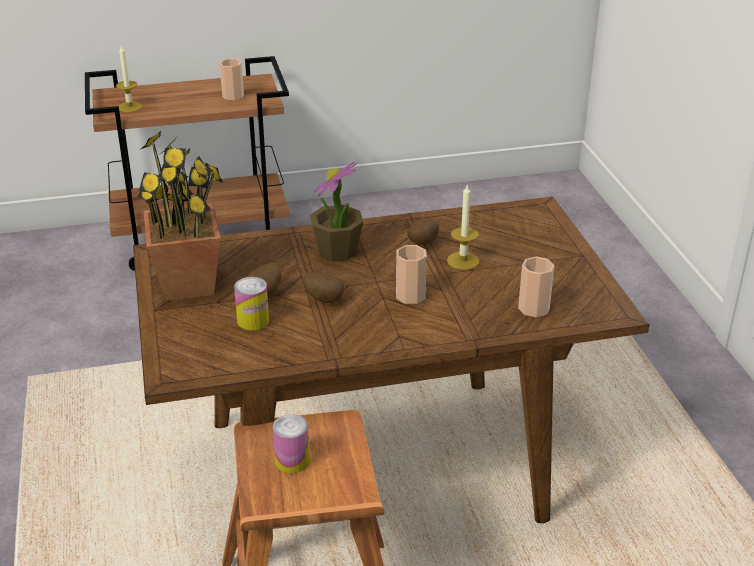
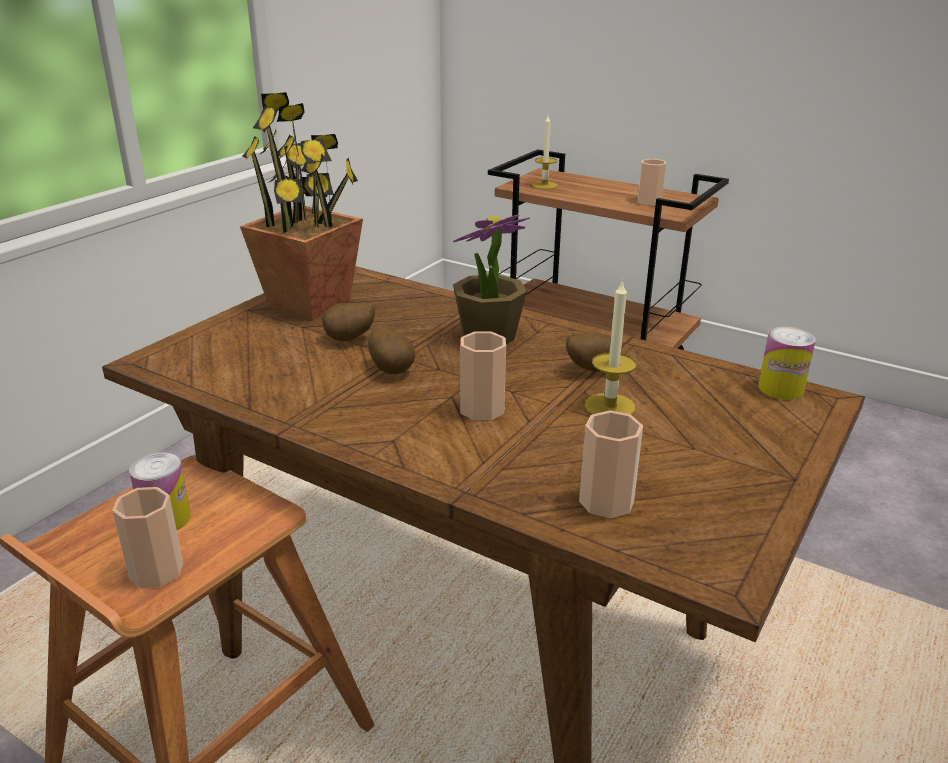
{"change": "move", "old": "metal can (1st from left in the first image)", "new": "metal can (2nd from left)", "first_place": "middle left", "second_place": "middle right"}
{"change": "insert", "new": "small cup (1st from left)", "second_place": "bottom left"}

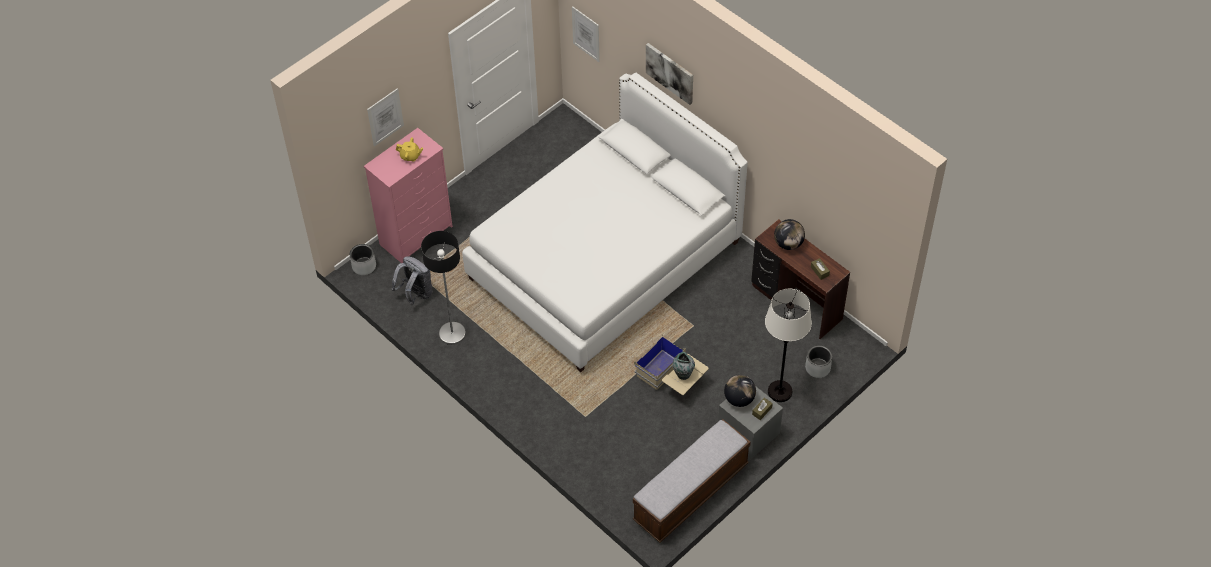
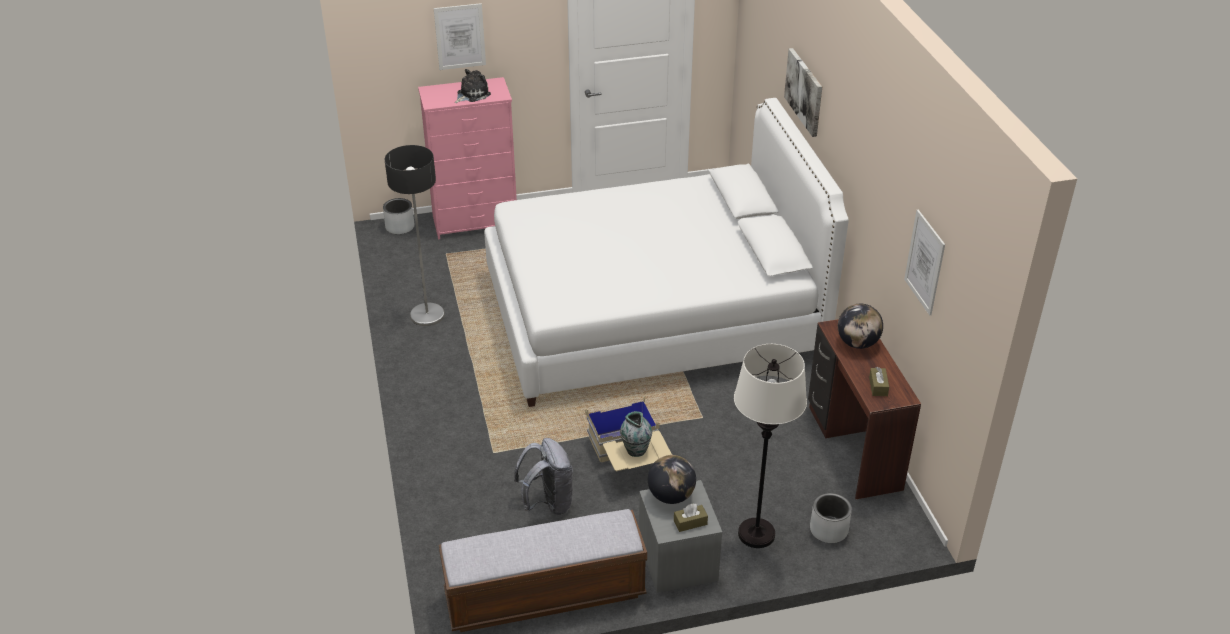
{"change": "move", "old": "wall picture (2nd from left in the first image)", "new": "wall picture (3rd from left)", "first_place": "top centre", "second_place": "middle right"}
{"change": "replace", "old": "tea pot in yellow-coloured", "new": "plush toy", "first_place": "top centre", "second_place": "top centre"}
{"change": "move", "old": "backpack in greyish", "first_place": "centre", "second_place": "bottom centre"}

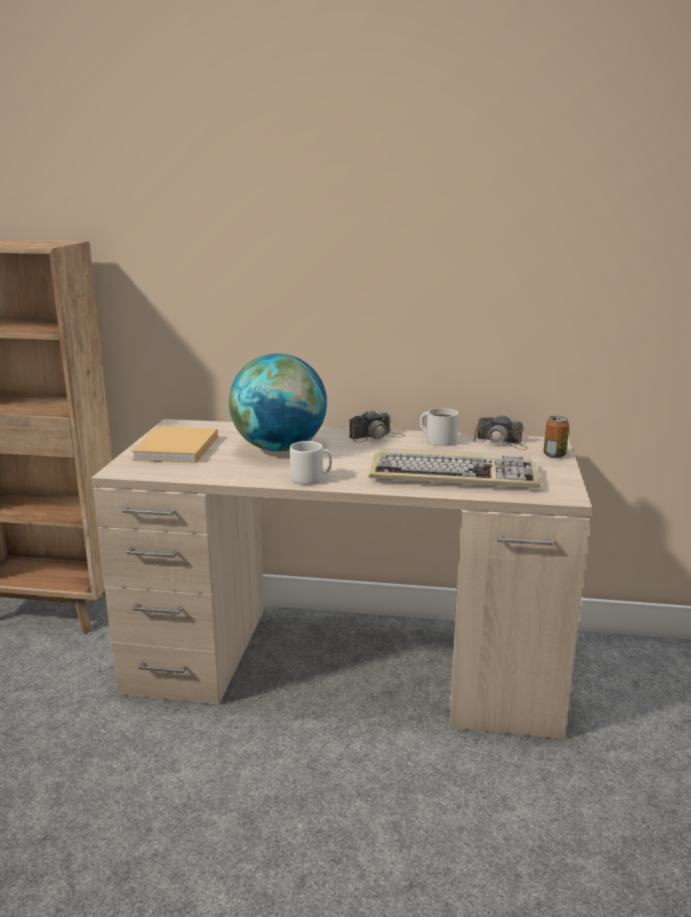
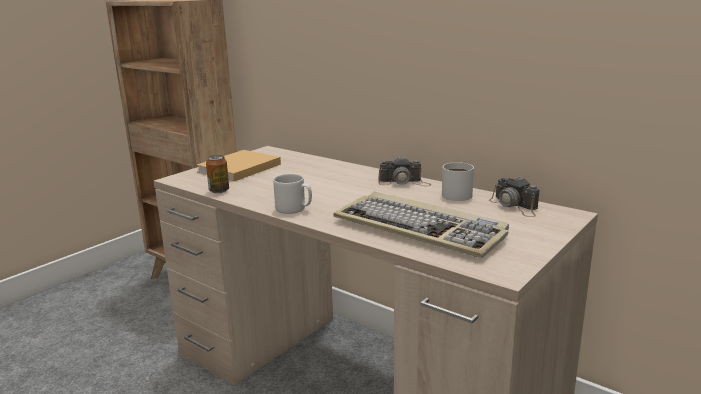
{"change": "delete", "old": "world globe", "first_place": "centre"}
{"change": "move", "old": "metal can", "first_place": "middle right", "second_place": "middle left"}

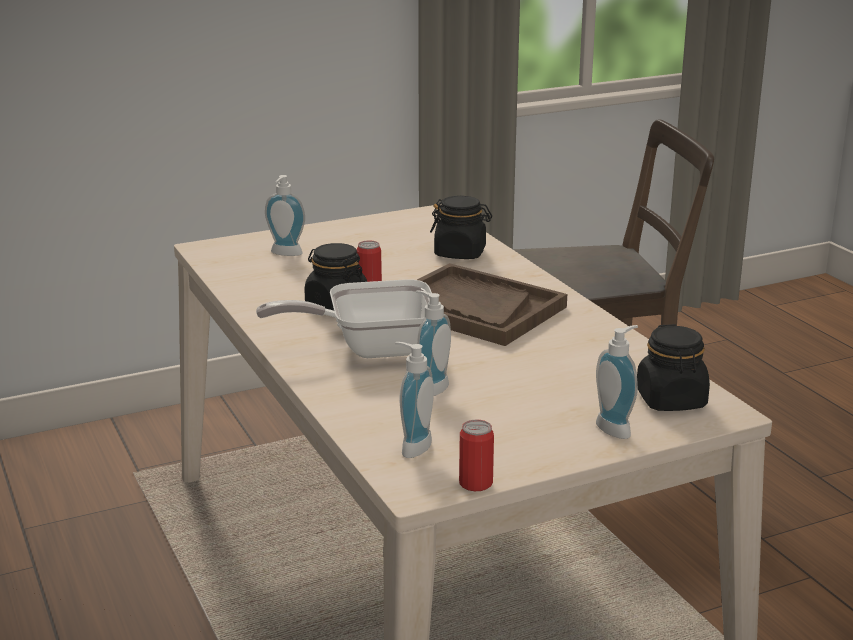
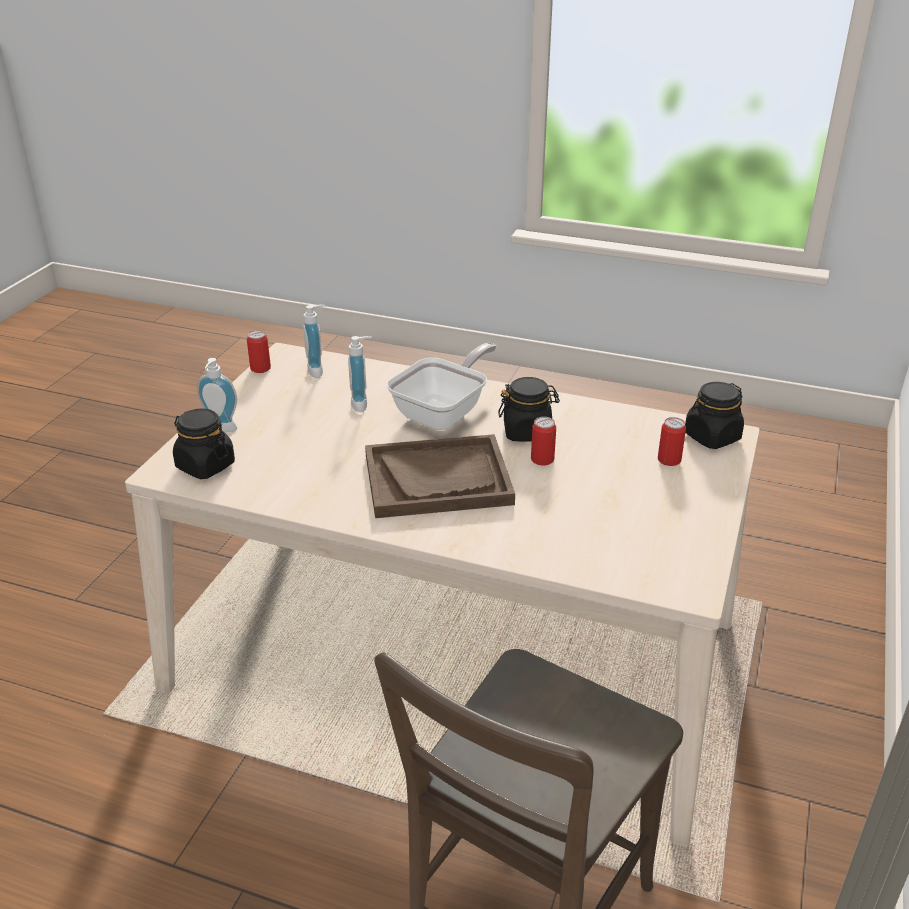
{"change": "replace", "old": "soap bottle (1st from left)", "new": "metal can (3rd from left)", "first_place": "centre", "second_place": "middle right"}
{"change": "move", "old": "preserve jar in black-coloured (2nd from left in the first image)", "new": "preserve jar in black-coloured (3rd from left)", "first_place": "centre", "second_place": "middle right"}

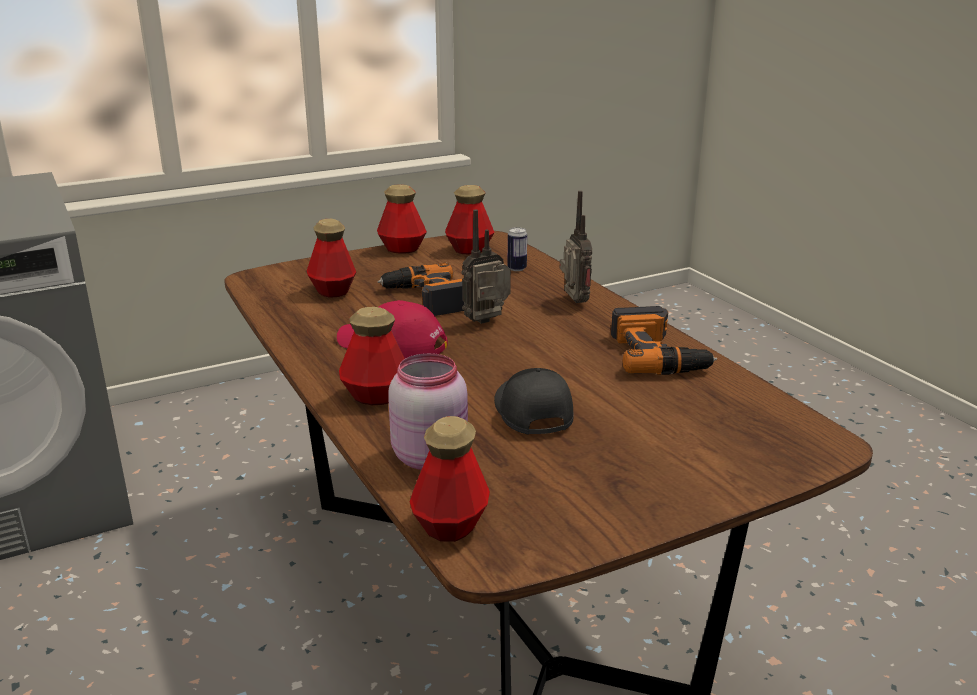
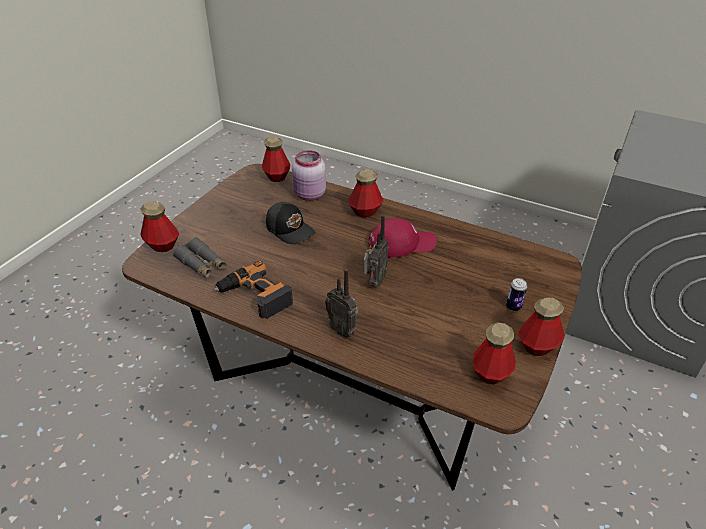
{"change": "move", "old": "drink bottle (1st from left)", "first_place": "centre", "second_place": "middle left"}
{"change": "move", "old": "metal can", "first_place": "centre", "second_place": "middle right"}
{"change": "delete", "old": "electric drill (1st from left)", "first_place": "centre"}
{"change": "insert", "new": "binoculars in greyish", "second_place": "middle left"}

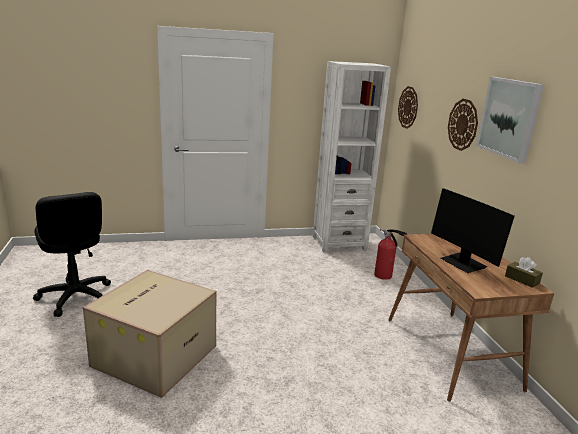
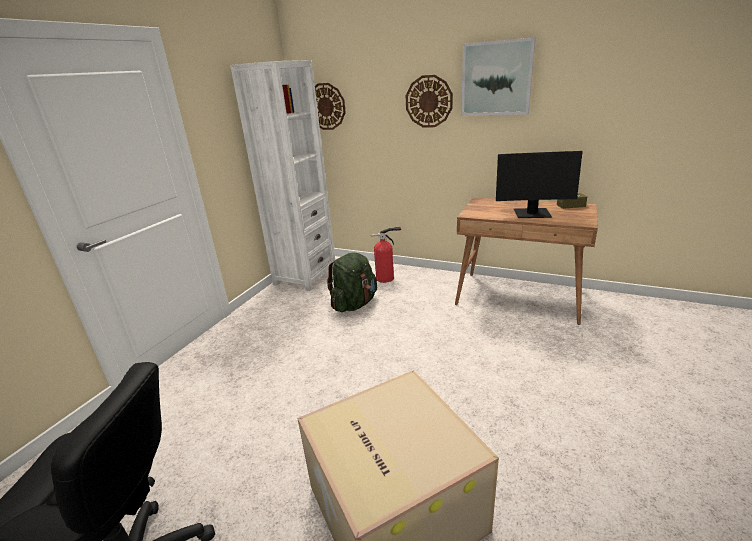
{"change": "insert", "new": "backpack in greenish", "second_place": "centre"}

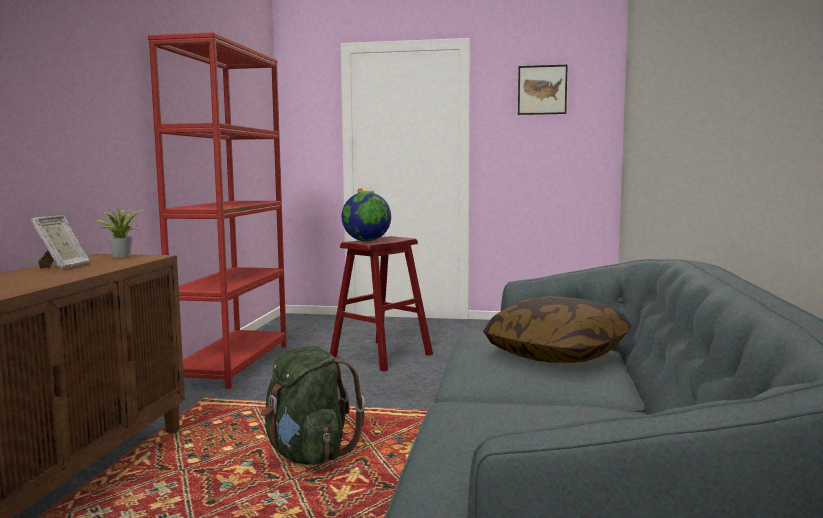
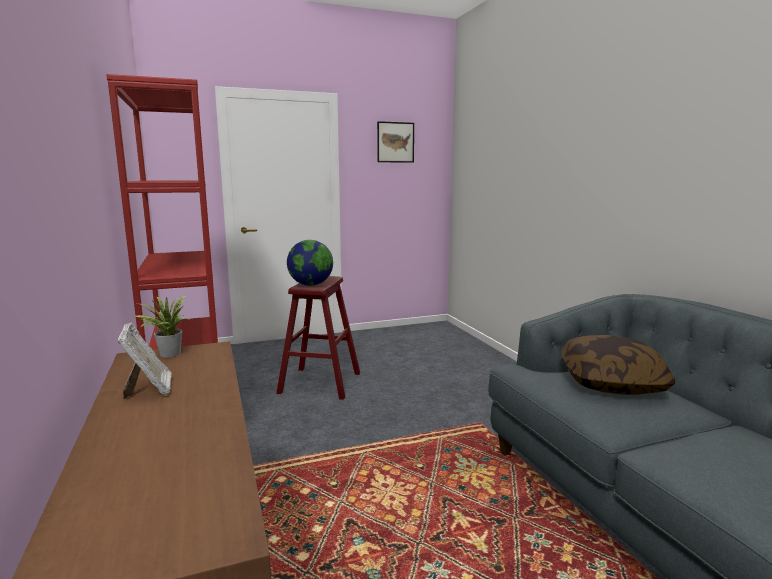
{"change": "delete", "old": "backpack in greenish", "first_place": "bottom centre"}

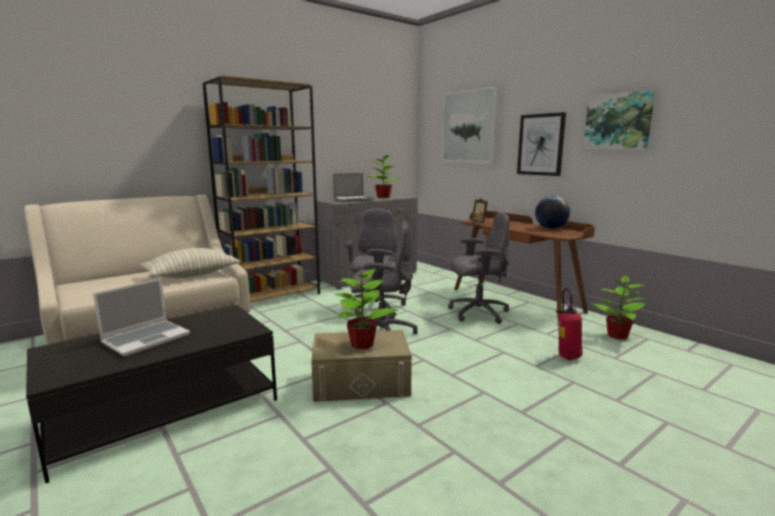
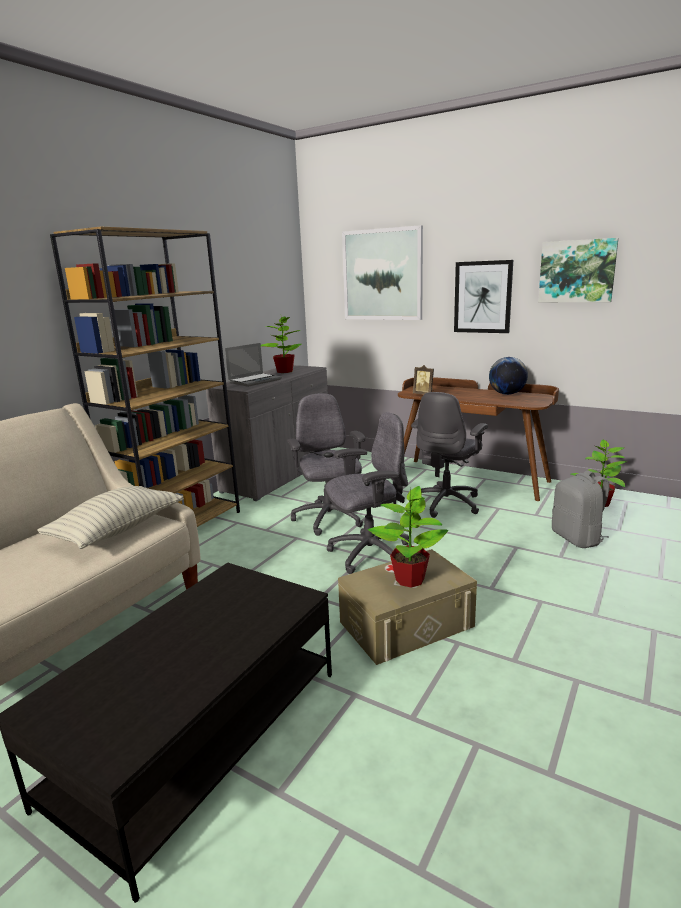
{"change": "rotate", "old": "computer chair in greyish (3rd from left)", "first_place": "centre", "second_place": "centre", "degrees": 150}
{"change": "delete", "old": "notebook computer (1st from left)", "first_place": "middle left"}
{"change": "replace", "old": "fire-fighting cylinder", "new": "backpack in greyish", "first_place": "middle right", "second_place": "middle right"}

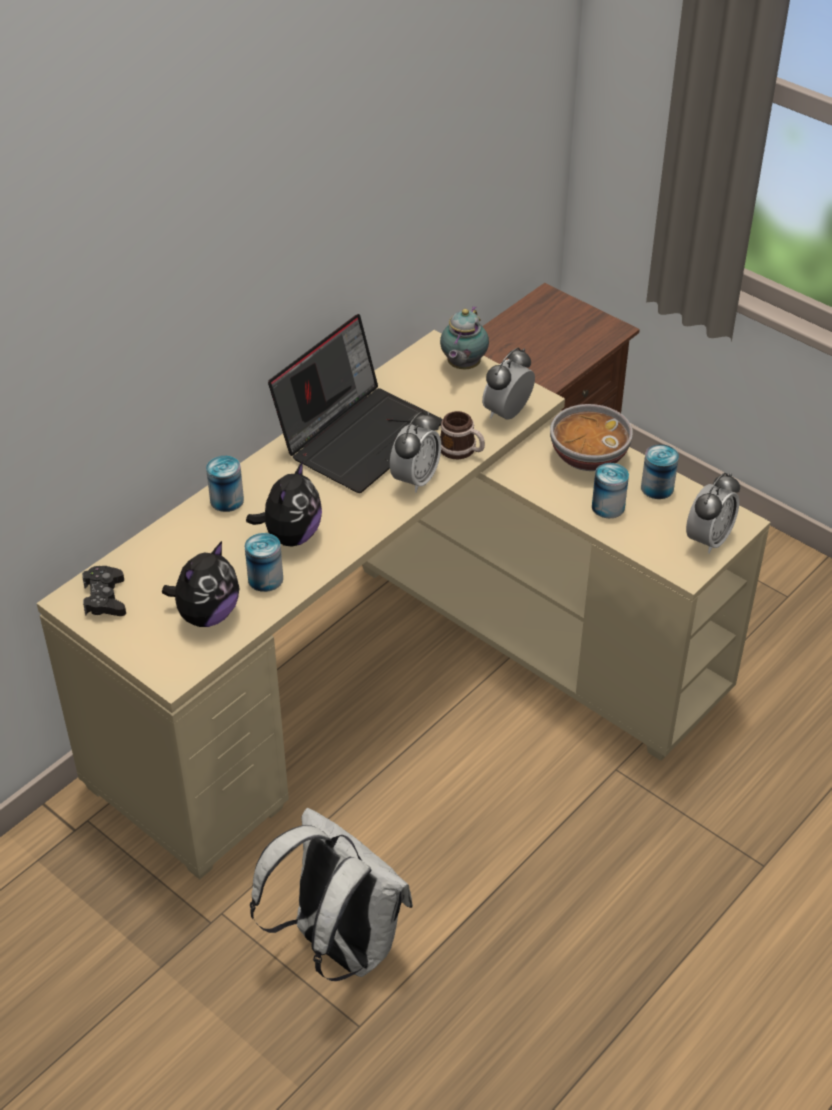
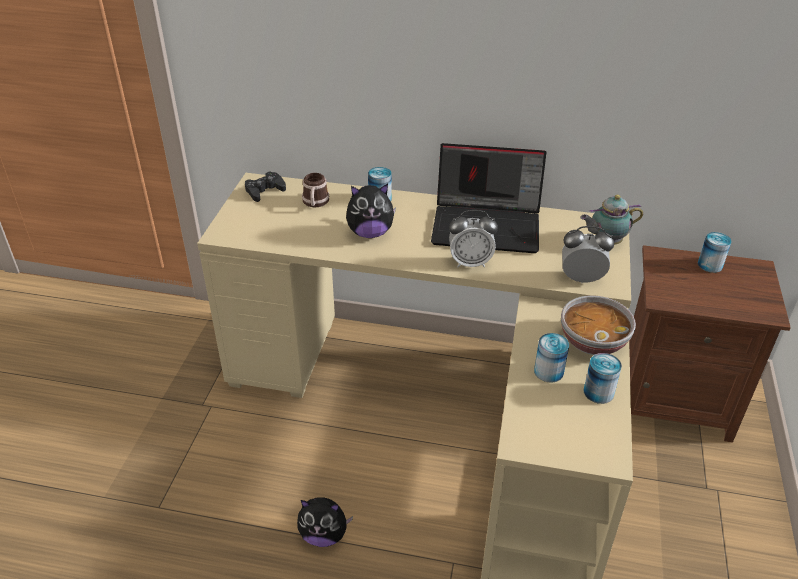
{"change": "move", "old": "tea mug", "first_place": "centre", "second_place": "top centre"}
{"change": "delete", "old": "table clock (3rd from left)", "first_place": "middle right"}
{"change": "move", "old": "metal can (2nd from left in the first image)", "new": "metal can (4th from left)", "first_place": "middle left", "second_place": "middle right"}
{"change": "move", "old": "plush toy (1st from left)", "first_place": "middle left", "second_place": "bottom centre"}
{"change": "delete", "old": "backpack in white", "first_place": "bottom centre"}

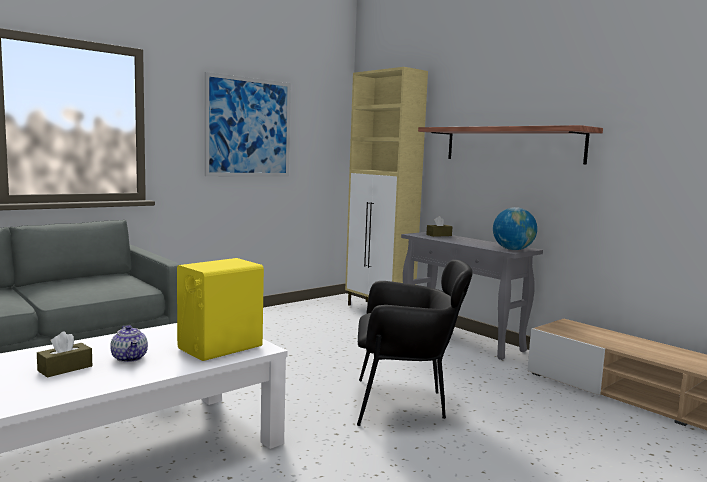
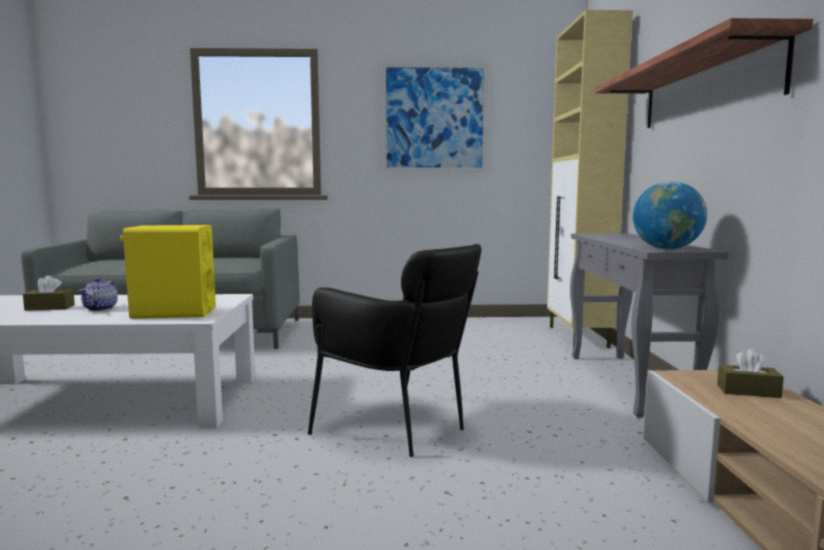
{"change": "move", "old": "tissue box in brownish (2nd from left)", "first_place": "centre", "second_place": "bottom right"}

